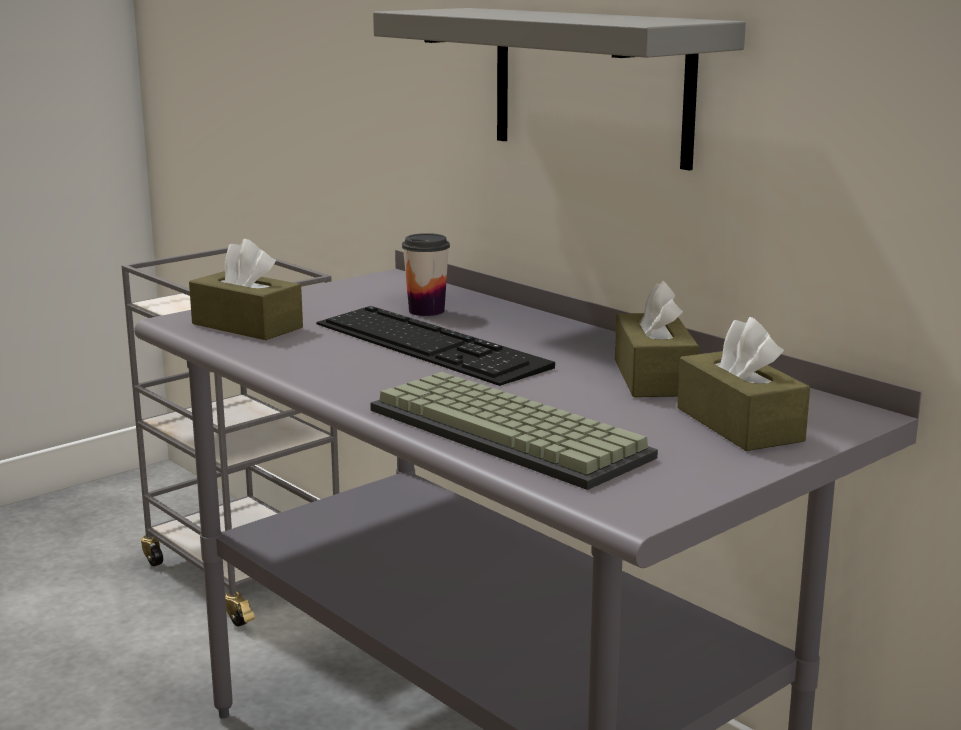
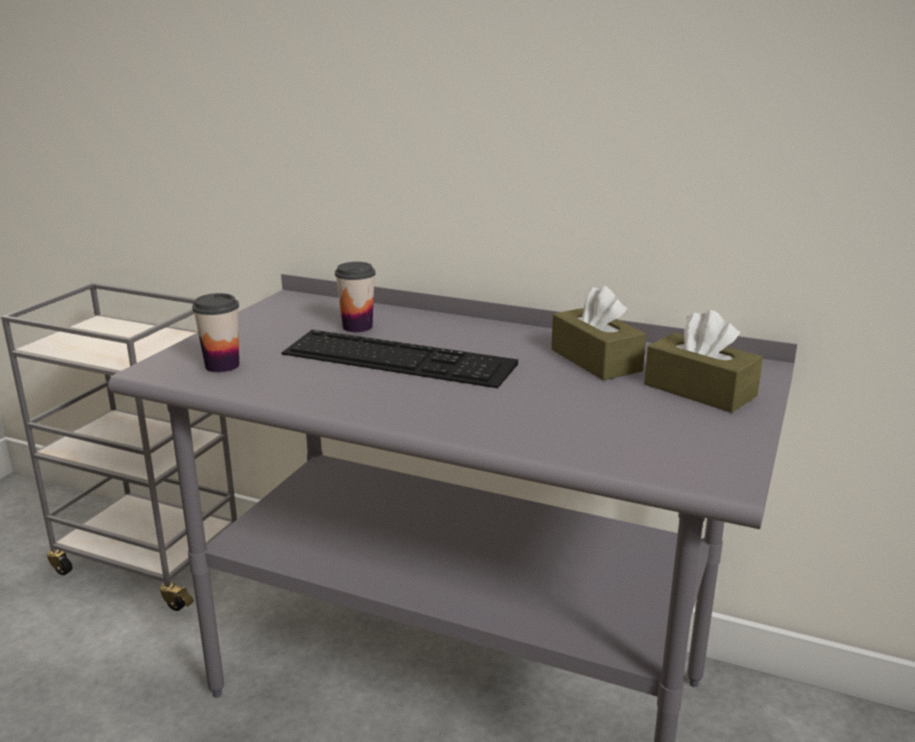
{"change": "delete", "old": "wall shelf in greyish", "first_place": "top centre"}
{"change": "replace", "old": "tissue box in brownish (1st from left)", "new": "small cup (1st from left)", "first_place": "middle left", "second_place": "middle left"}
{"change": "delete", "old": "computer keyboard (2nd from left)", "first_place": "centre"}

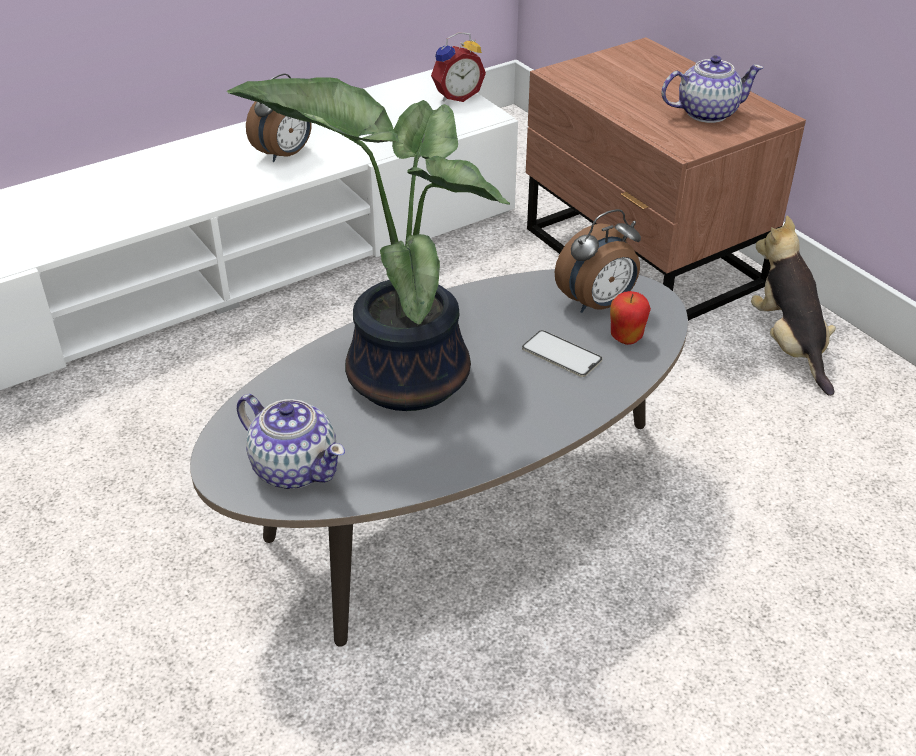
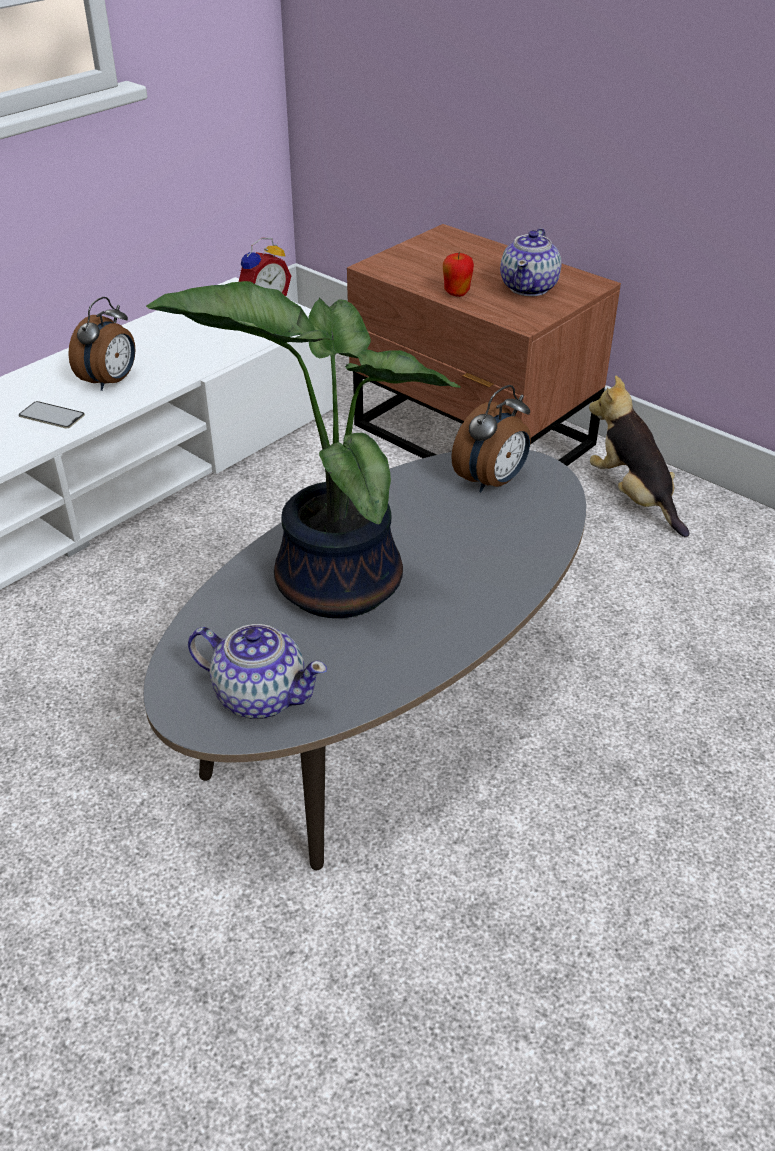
{"change": "rotate", "old": "tea pot (2nd from left)", "first_place": "top right", "second_place": "top right", "degrees": 135}
{"change": "move", "old": "whole apple", "first_place": "middle right", "second_place": "top centre"}
{"change": "move", "old": "telephone", "first_place": "centre", "second_place": "middle left"}

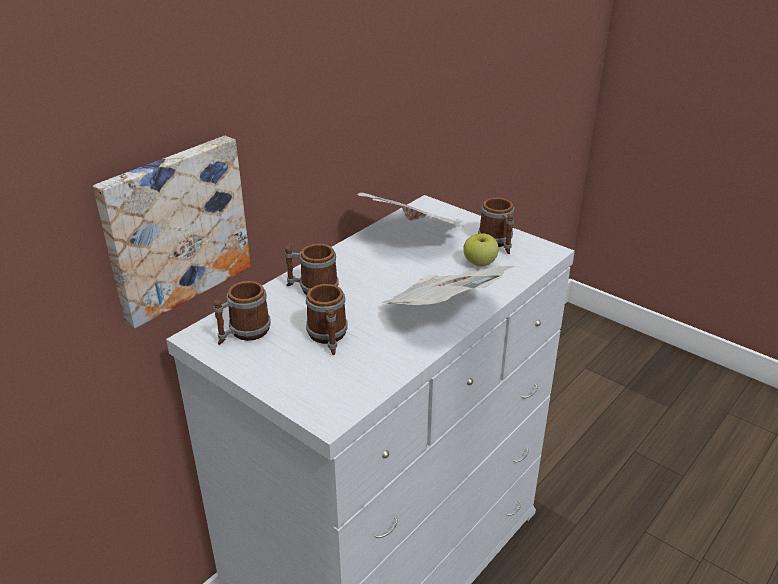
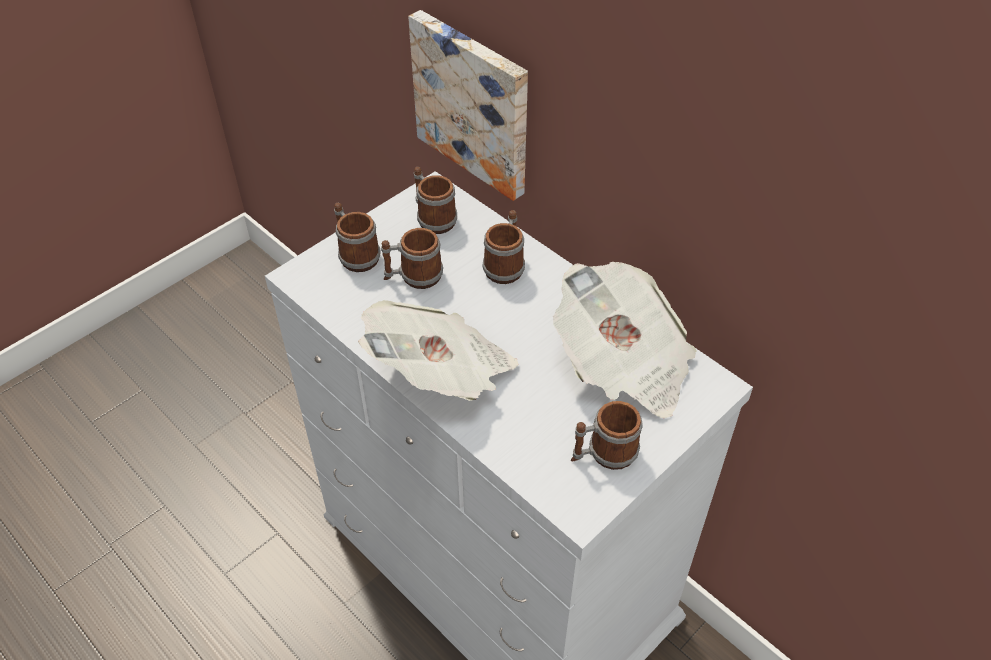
{"change": "delete", "old": "whole apple", "first_place": "centre"}
{"change": "insert", "new": "tea mug (1st from left)", "second_place": "centre"}

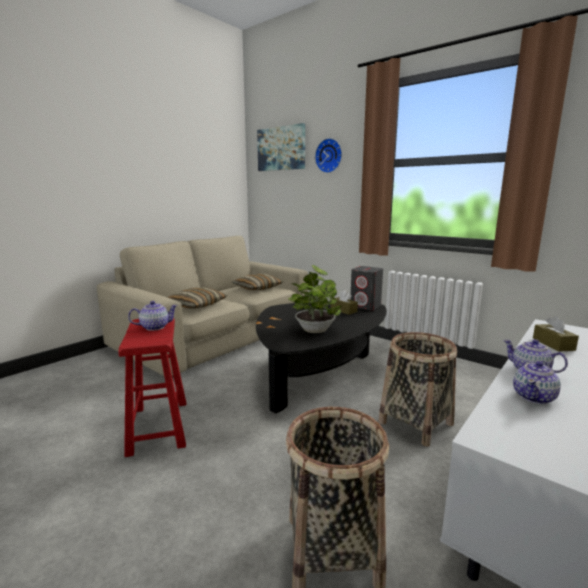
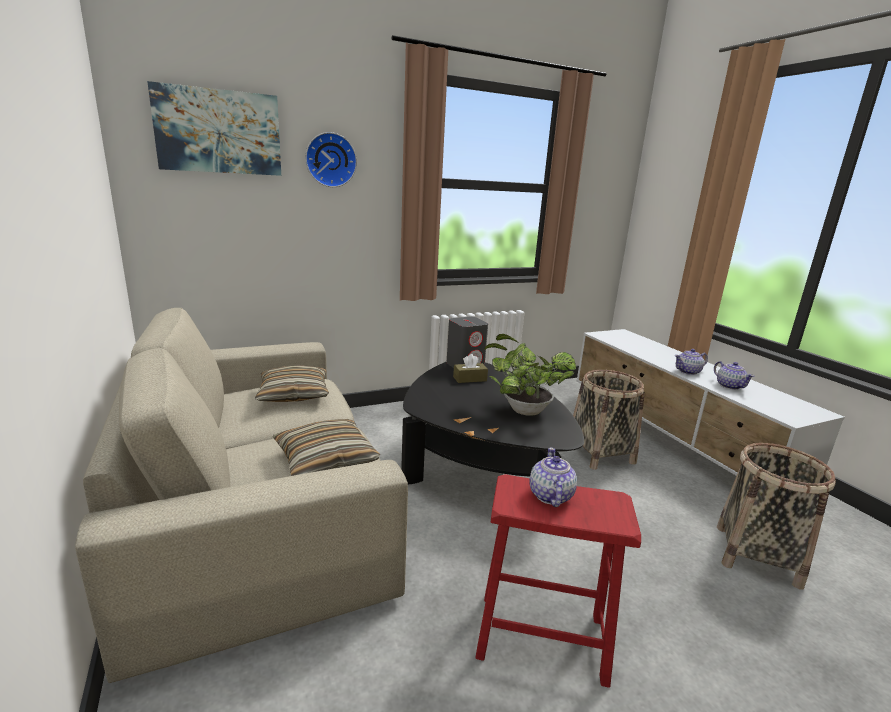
{"change": "delete", "old": "tissue box in brownish (2nd from left)", "first_place": "middle right"}

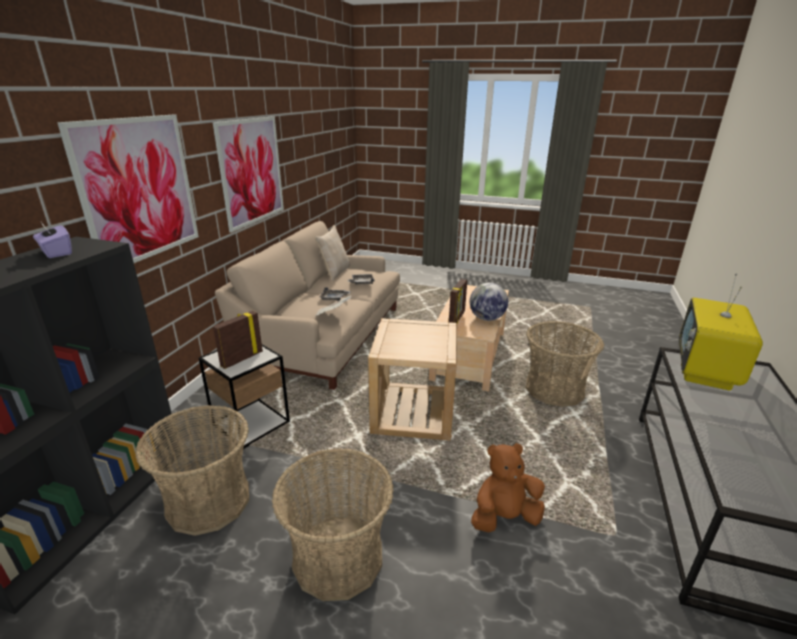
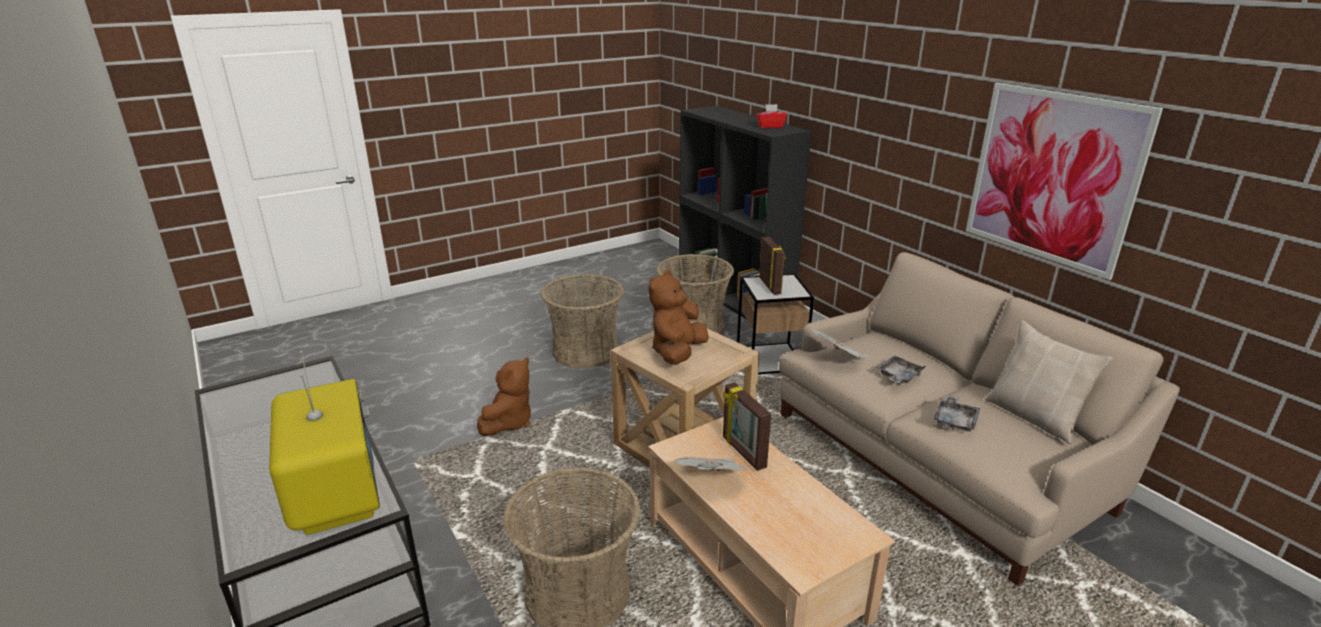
{"change": "delete", "old": "wall picture (1st from left)", "first_place": "top left"}
{"change": "recolor", "old": "tissue box in purple", "new": "tissue box in red-coloured", "first_place": "middle left", "second_place": "top centre"}
{"change": "replace", "old": "world globe", "new": "daily paper (1st from left)", "first_place": "centre", "second_place": "bottom centre"}
{"change": "insert", "new": "plush toy in brownish (2nd from left)", "second_place": "centre"}

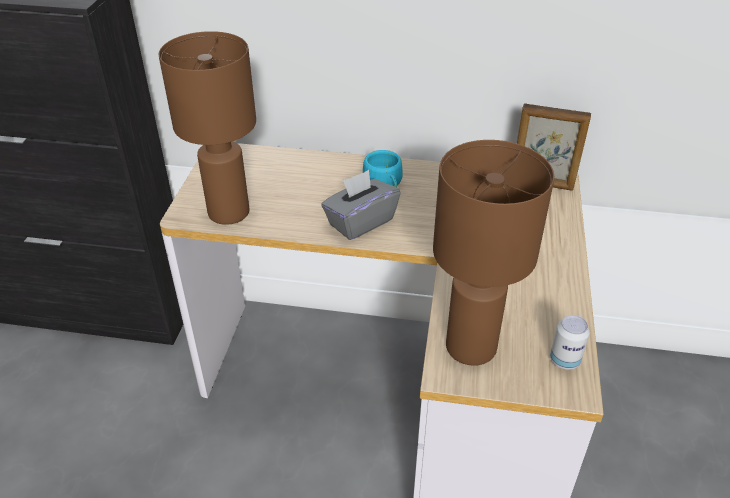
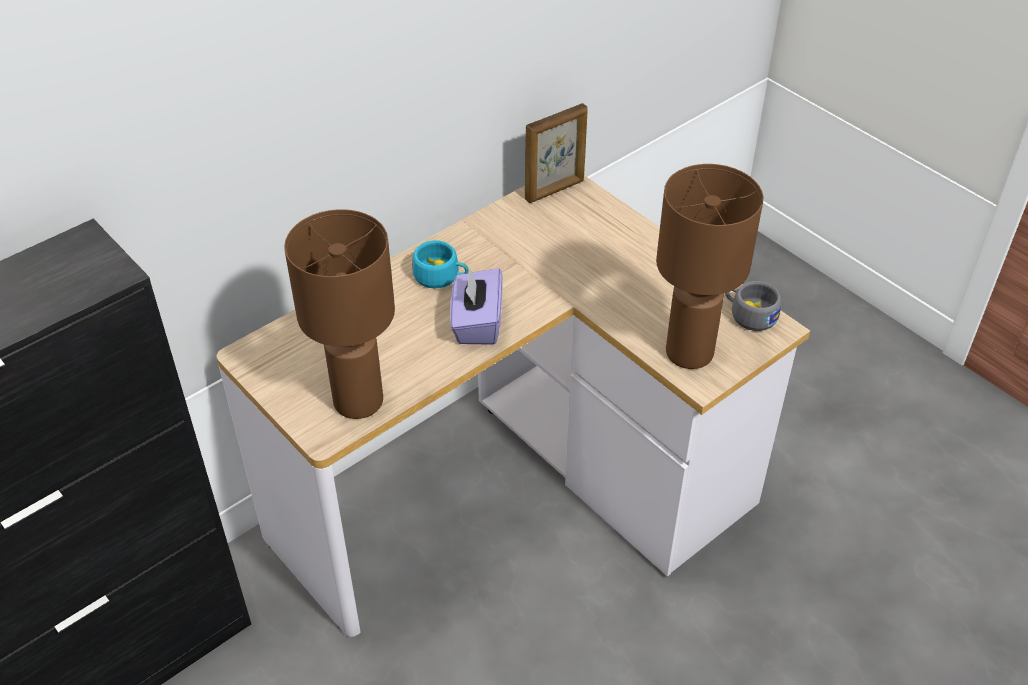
{"change": "recolor", "old": "tissue box in greyish", "new": "tissue box in purple", "first_place": "centre", "second_place": "centre"}
{"change": "replace", "old": "metal can", "new": "small cup in greyish", "first_place": "bottom right", "second_place": "middle right"}

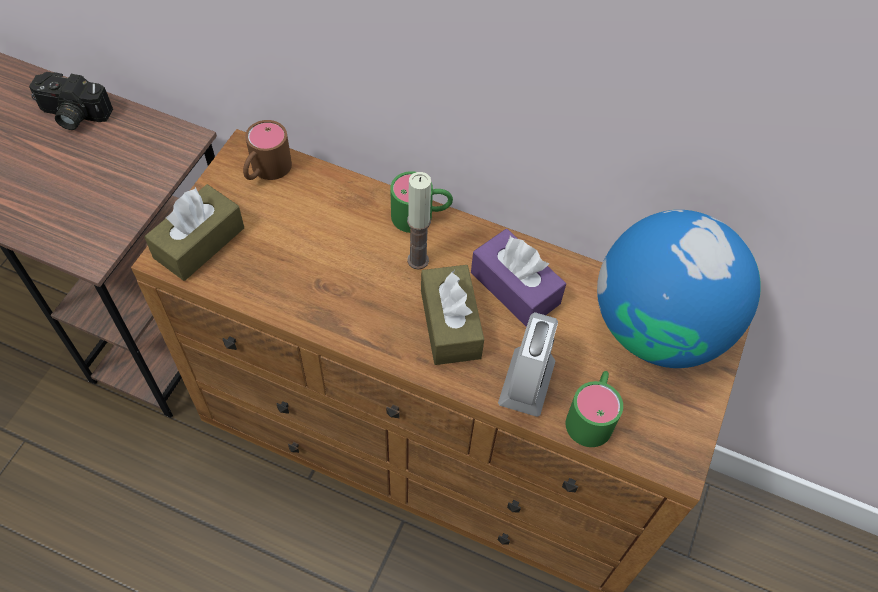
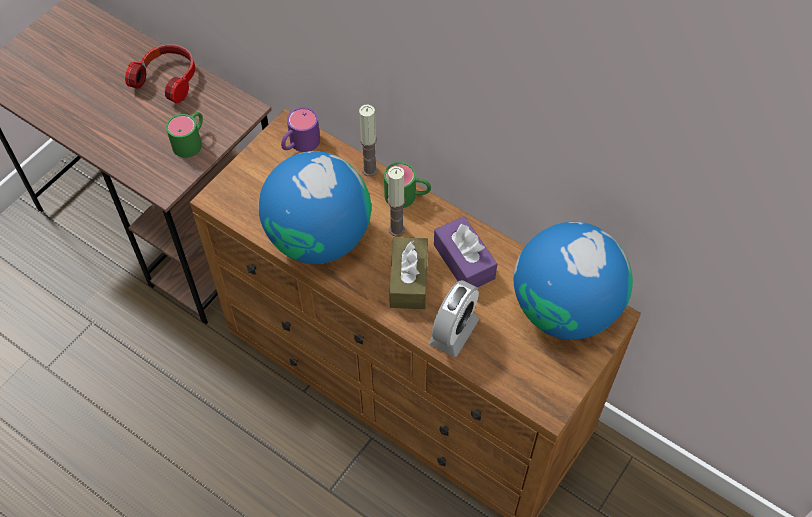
{"change": "replace", "old": "photo camera", "new": "headset", "first_place": "top left", "second_place": "top left"}
{"change": "recolor", "old": "tea mug in brownish", "new": "tea mug in purple", "first_place": "top left", "second_place": "top centre"}
{"change": "delete", "old": "tissue box in brownish (1st from left)", "first_place": "middle left"}
{"change": "move", "old": "tea mug in greenish (2nd from left in the first image)", "new": "tea mug in greenish (1st from left)", "first_place": "bottom right", "second_place": "top left"}
{"change": "insert", "new": "candle (1st from left)", "second_place": "top centre"}
{"change": "insert", "new": "world globe (1st from left)", "second_place": "centre"}

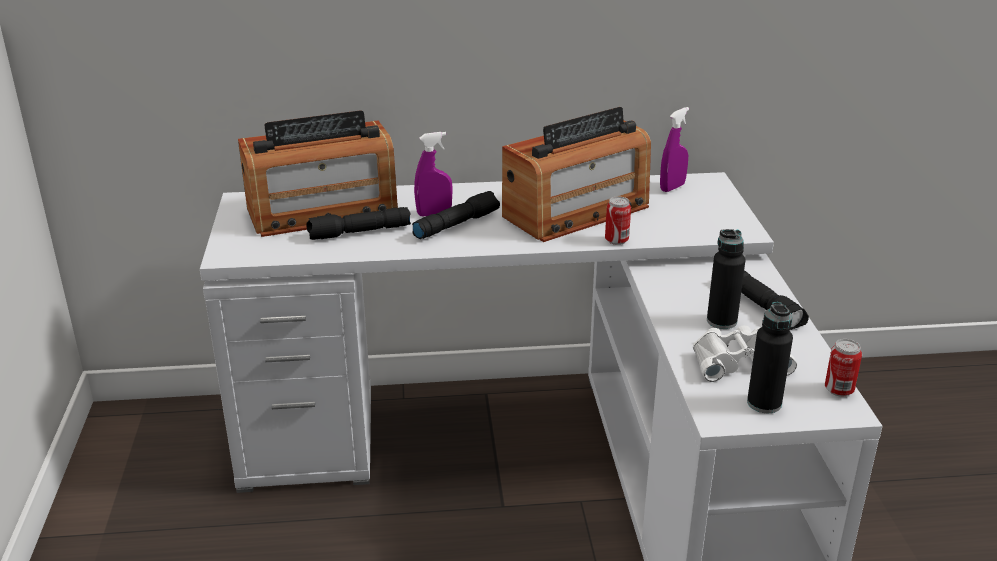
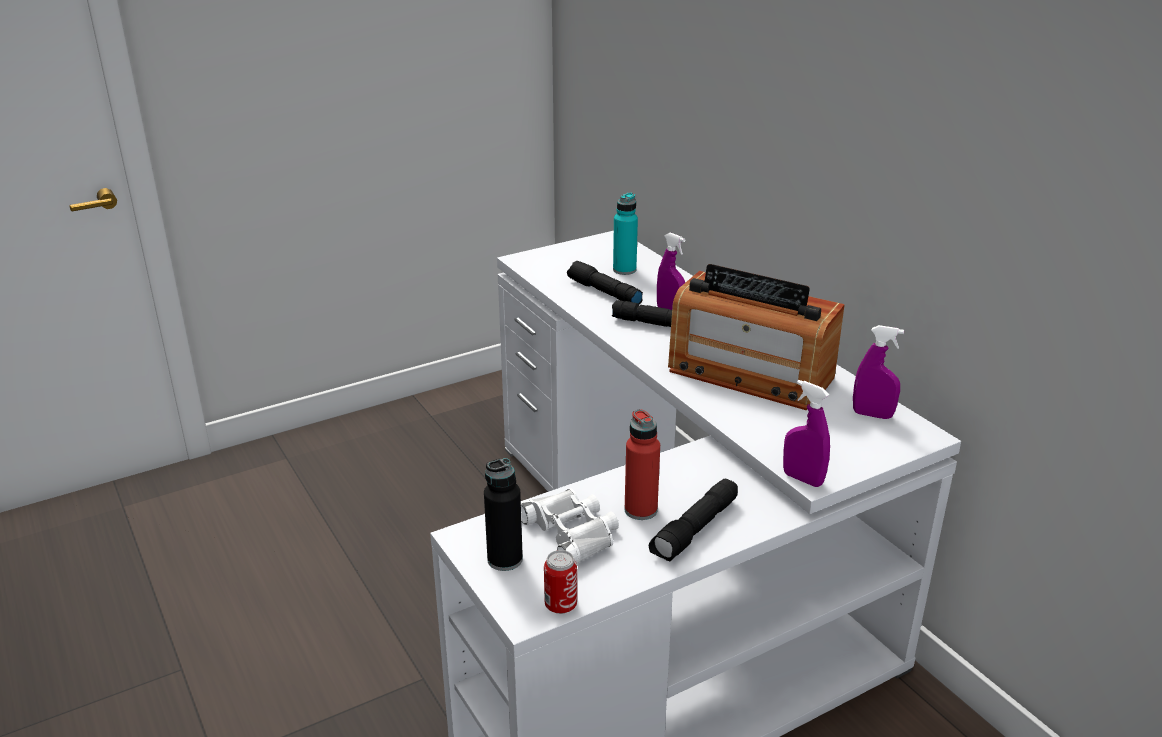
{"change": "replace", "old": "radio (1st from left)", "new": "drink bottle in blue-green", "first_place": "top left", "second_place": "top centre"}
{"change": "delete", "old": "metal can (1st from left)", "first_place": "centre"}
{"change": "recolor", "old": "drink bottle in black-coloured (1st from left)", "new": "drink bottle in red-coloured", "first_place": "middle right", "second_place": "centre"}
{"change": "insert", "new": "hand sprayer in purple (2nd from left)", "second_place": "middle right"}

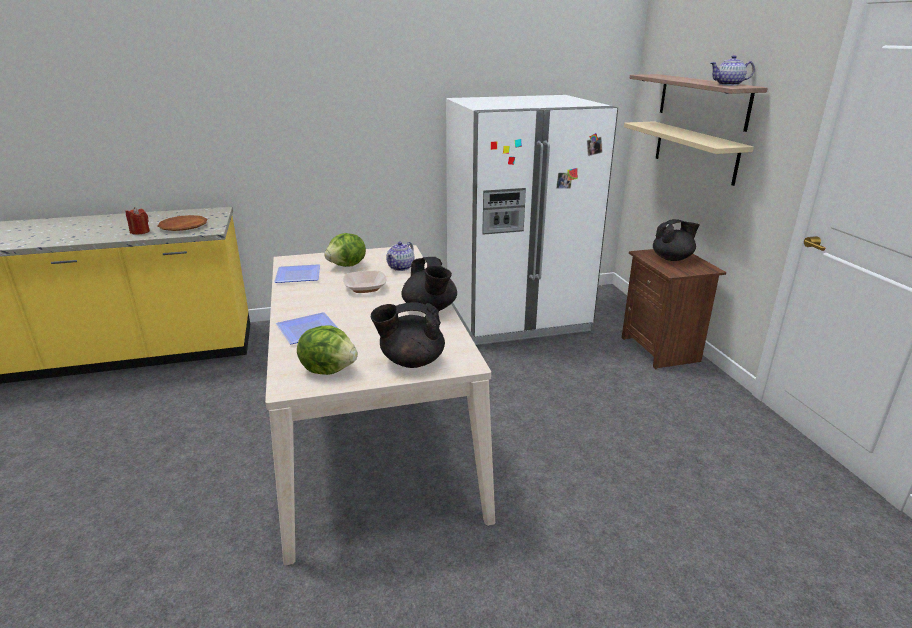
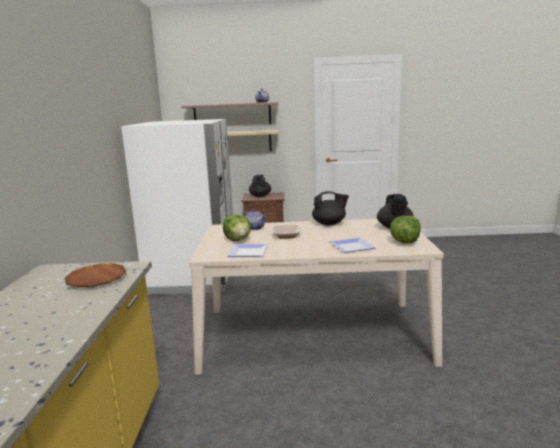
{"change": "delete", "old": "candle in red-coloured", "first_place": "middle left"}

